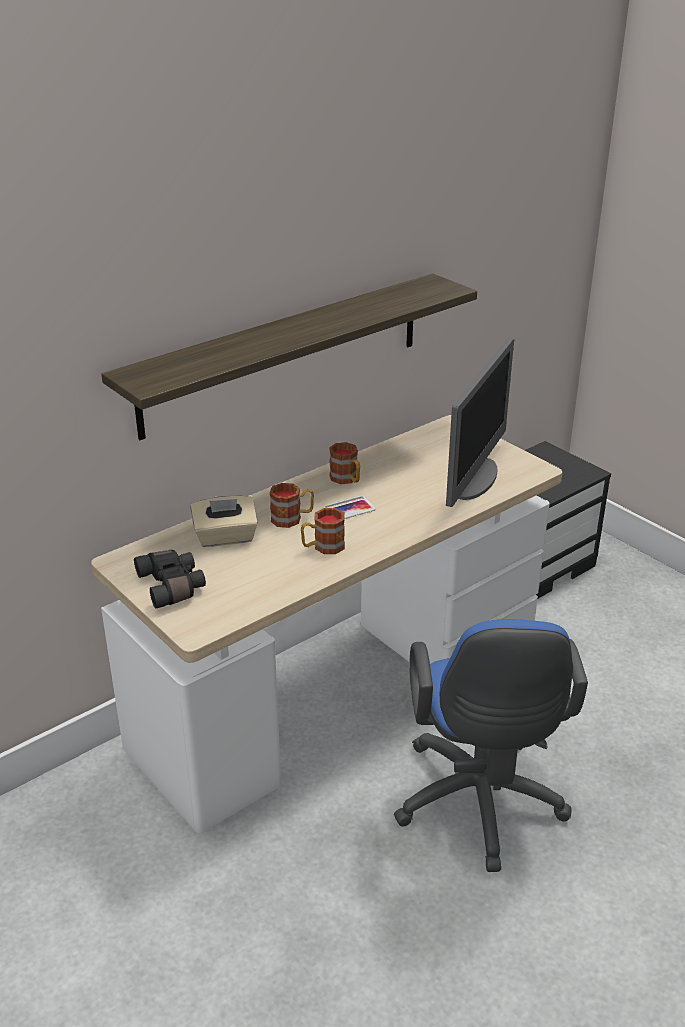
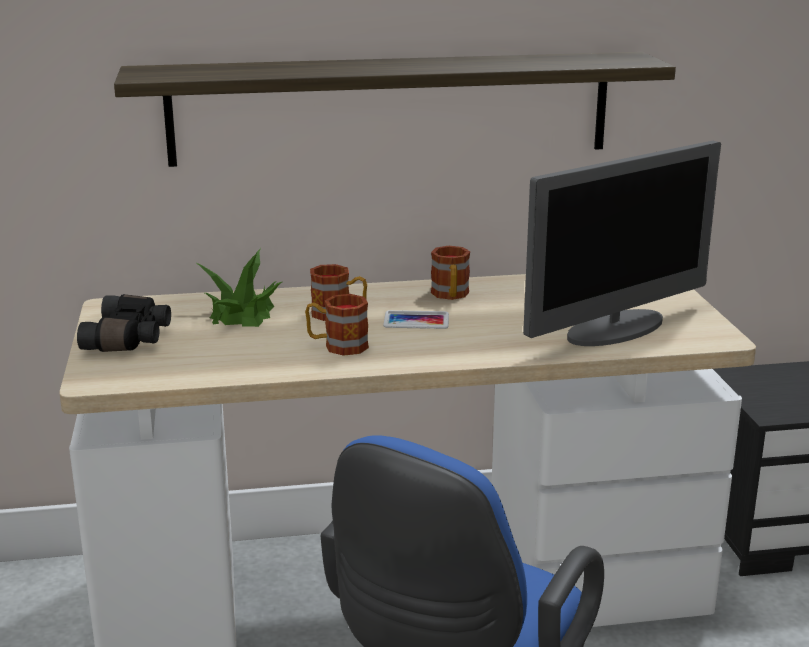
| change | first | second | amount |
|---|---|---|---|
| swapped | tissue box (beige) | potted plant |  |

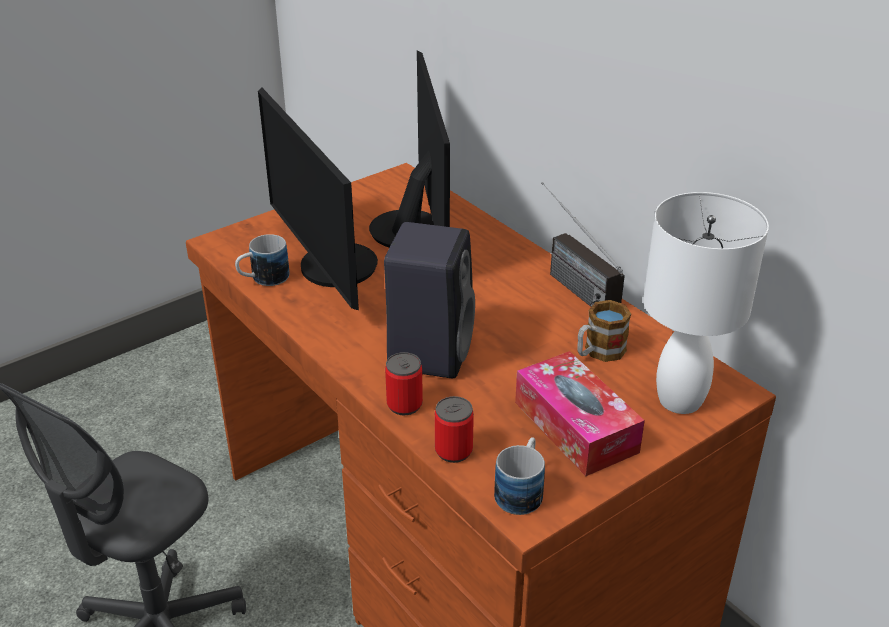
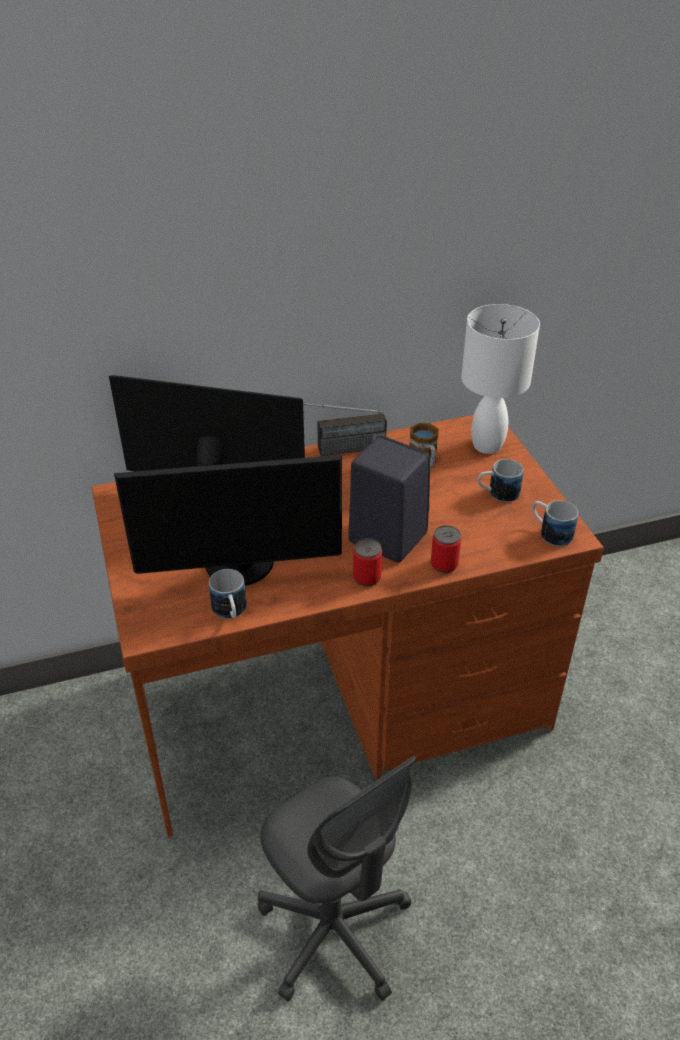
| change | first | second | amount |
|---|---|---|---|
| swapped | tissue box | mug (no. 3 from left) |  |
| shifted | can (no. 2 from left in the first image) | can (no. 1 from left) |  |

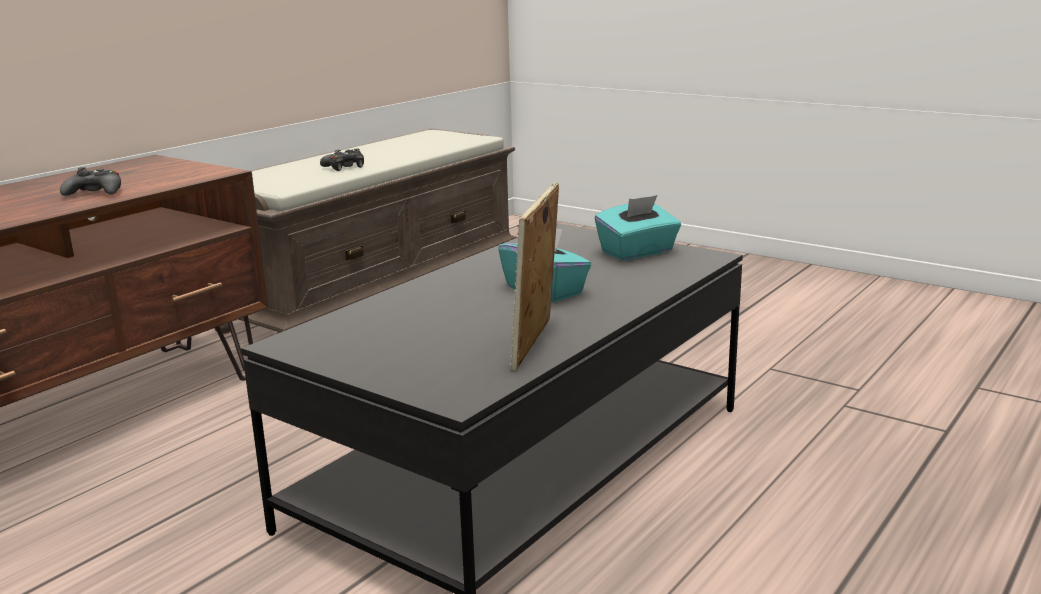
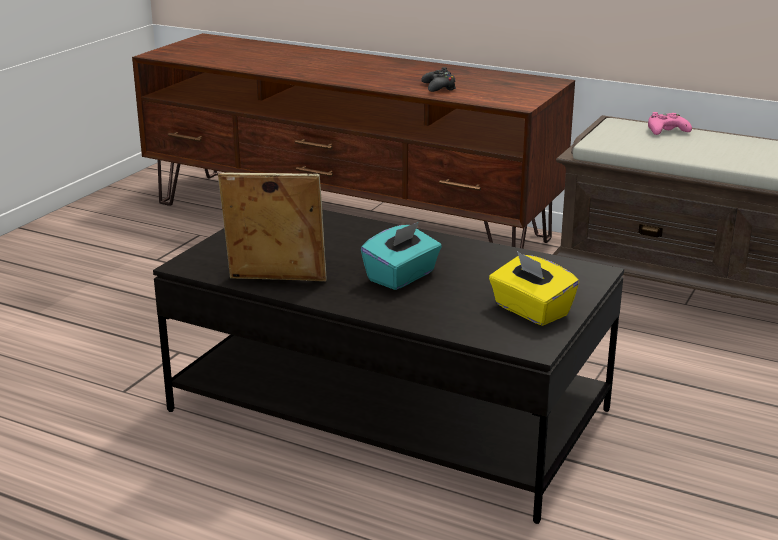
| change | first | second | amount |
|---|---|---|---|
| gone | game controller (black) (no. 2 from left) |  |  |
| repainted | tissue box (turquoise) (no. 2 from left) | tissue box (yellow) |  |
| new |  | game controller (pink) |  |

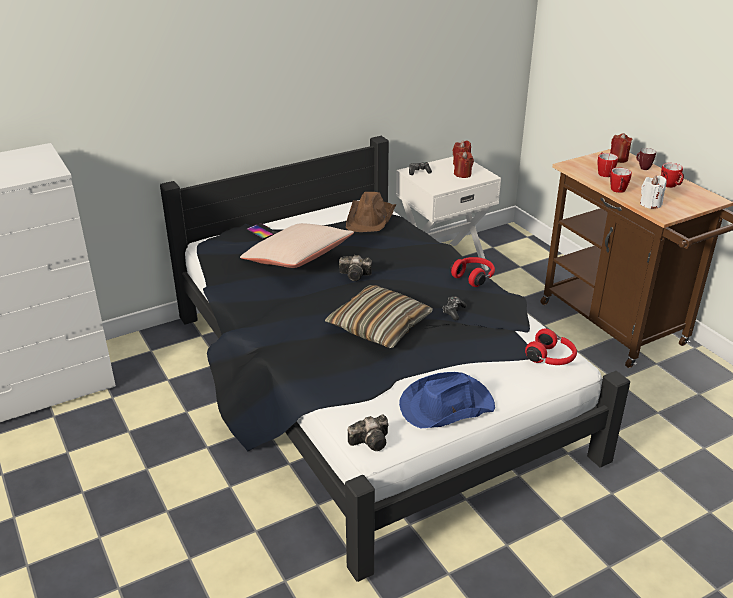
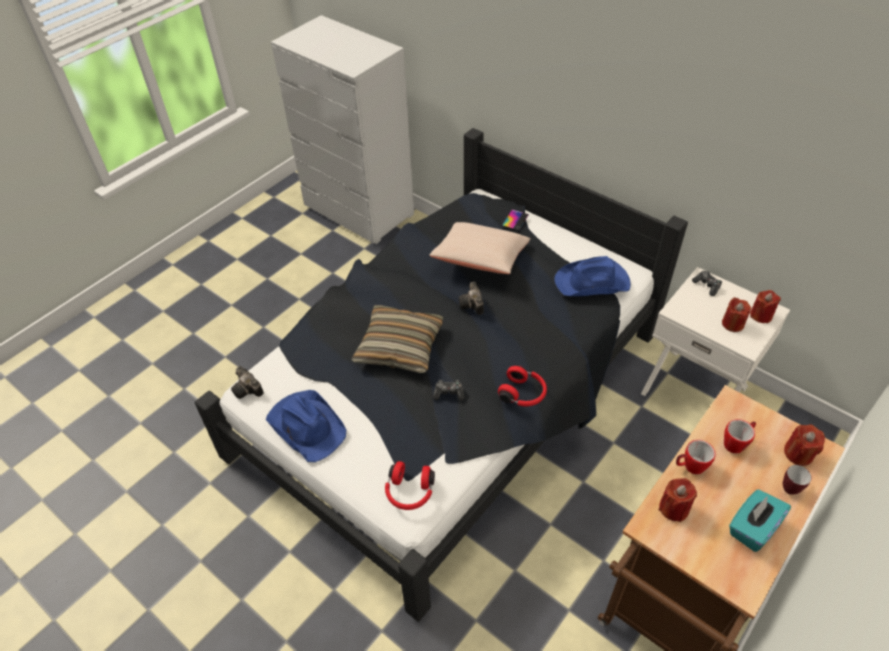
| change | first | second | amount |
|---|---|---|---|
| swapped | mug (no. 4 from left) | tissue box (turquoise) |  |
| repainted | candle (white) | candle (red) (no. 1 from left) |  |
| repainted | hat (brown) | hat (blue) (no. 2 from left) |  |

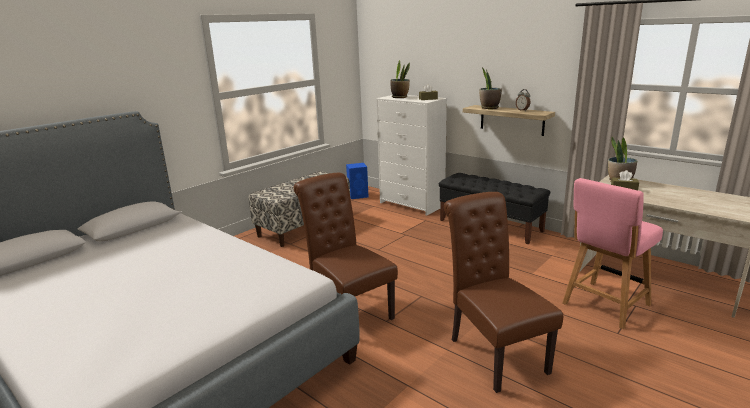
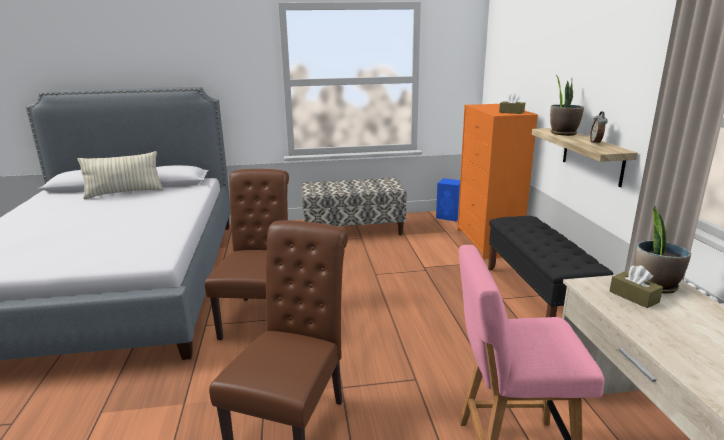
| change | first | second | amount |
|---|---|---|---|
| gone | potted plant (no. 1 from left) |  |  |
| repainted | dresser (white) | dresser (orange) |  |
| new |  | pillow |  |

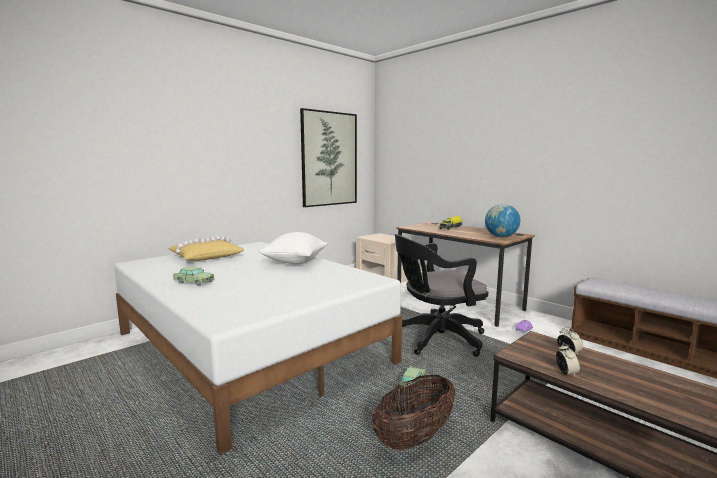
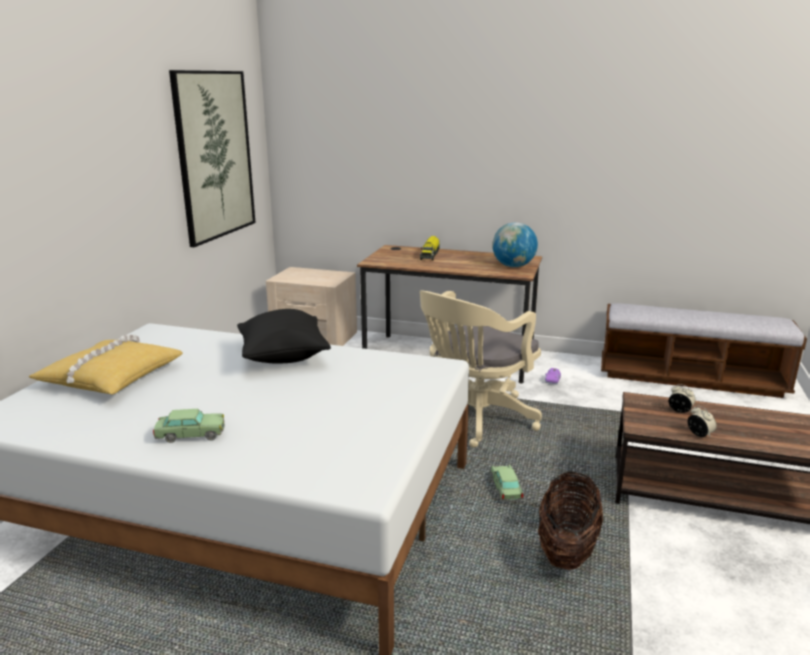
| change | first | second | amount |
|---|---|---|---|
| repainted | pillow (white) | pillow (black) |  |
| repainted | office chair (black) | office chair (beige) |  |

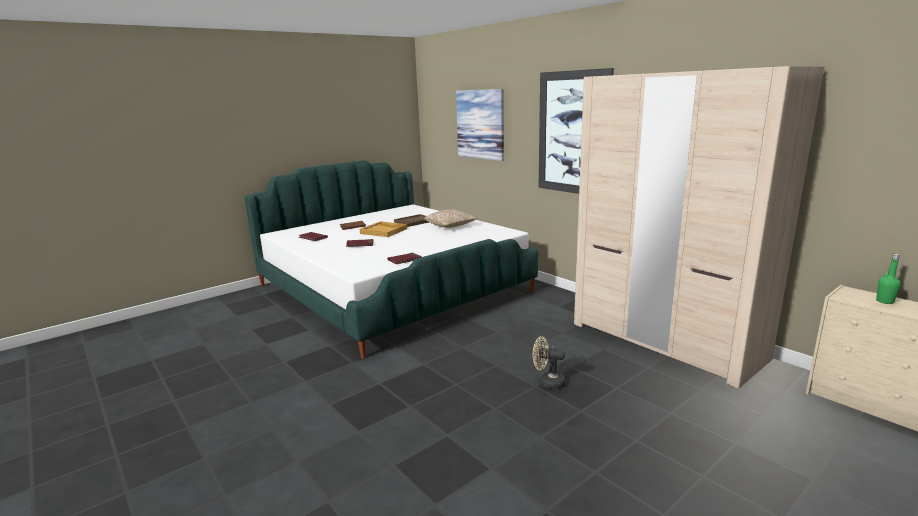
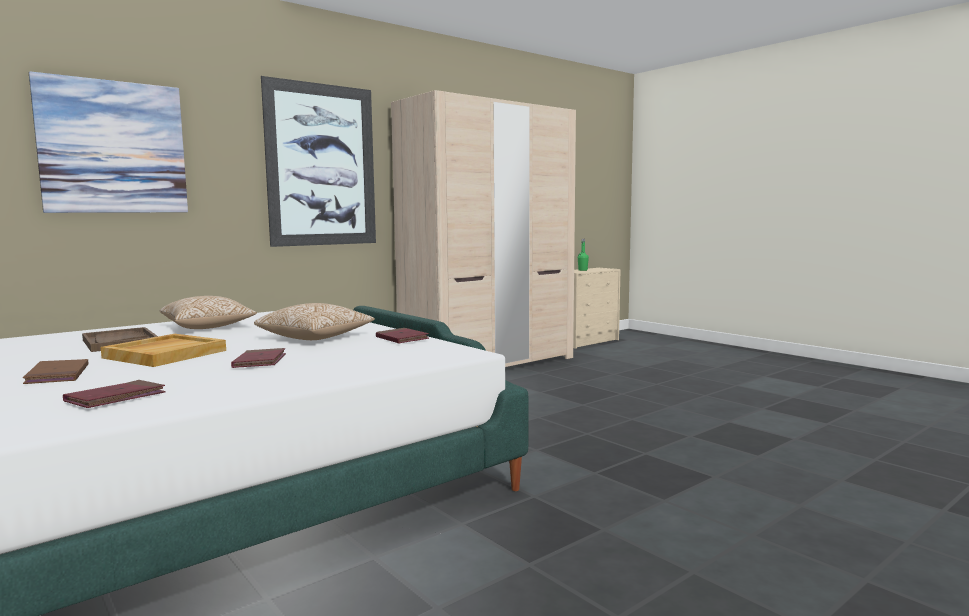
| change | first | second | amount |
|---|---|---|---|
| gone | fan (beige) |  |  |
| new |  | pillow (no. 2 from left) |  |

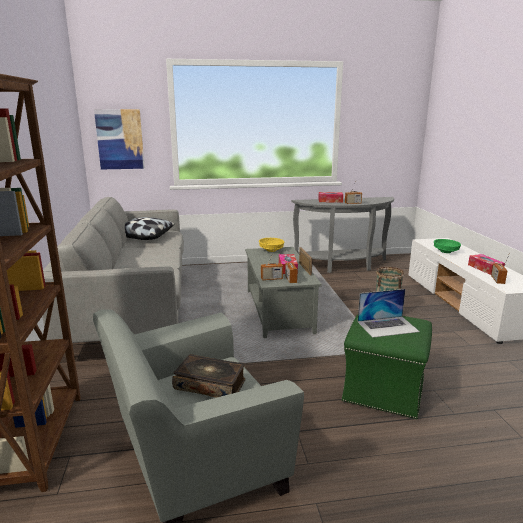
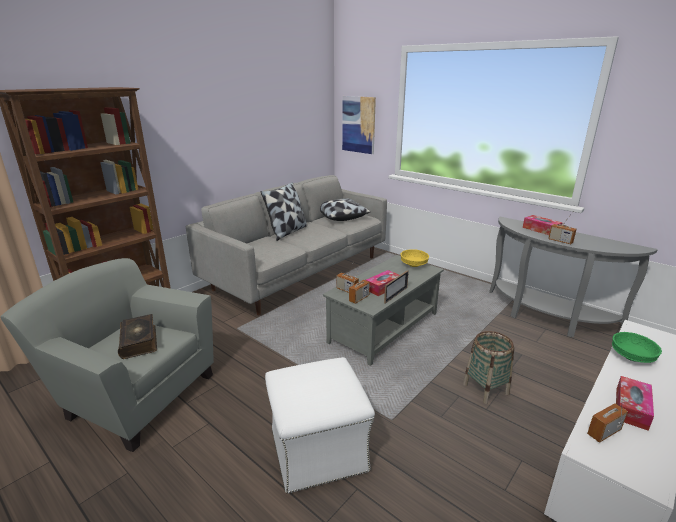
| change | first | second | amount |
|---|---|---|---|
| gone | laptop |  |  |
| repainted | ottoman (green) | ottoman (white) |  |
| new |  | pillow (no. 1 from left) |  |

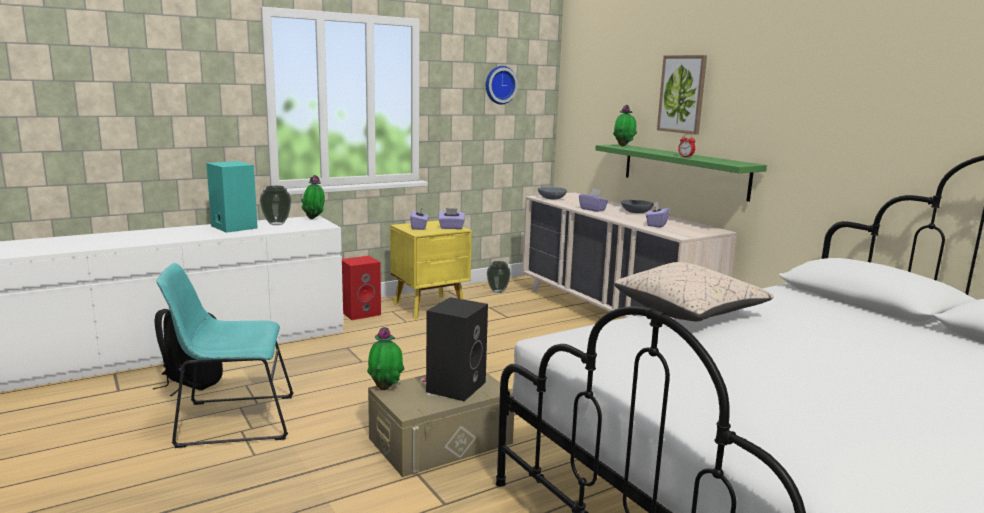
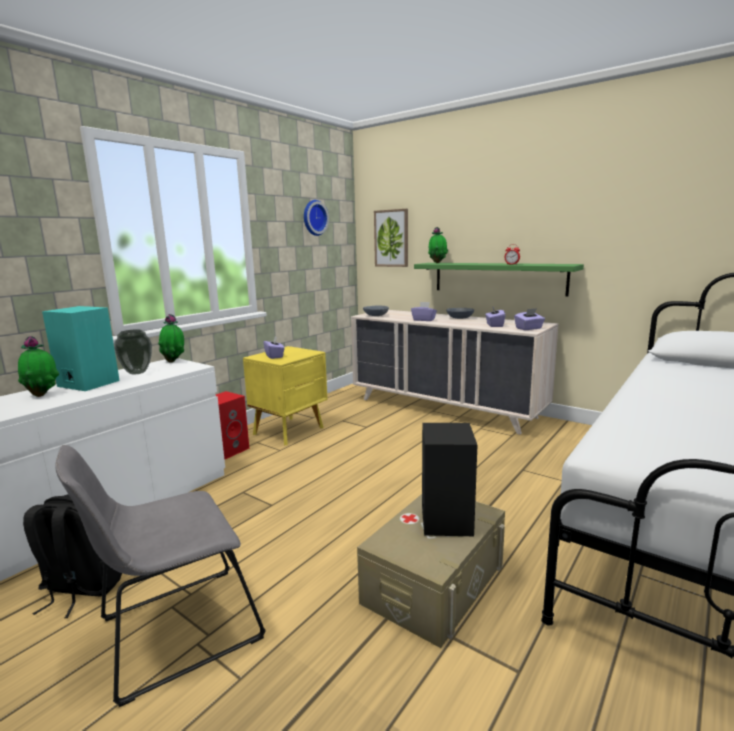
| change | first | second | amount |
|---|---|---|---|
| shifted | picture |  |  |
| shifted | tissue box (purple) (no. 2 from left in the first image) | tissue box (purple) (no. 4 from left) |  |
| gone | vase (no. 2 from left) |  |  |
| gone | pillow (beige) |  |  |
| repainted | chair (turquoise) | chair (grey) |  |
| shifted | potted plant (no. 2 from left in the first image) | potted plant (no. 1 from left) |  |

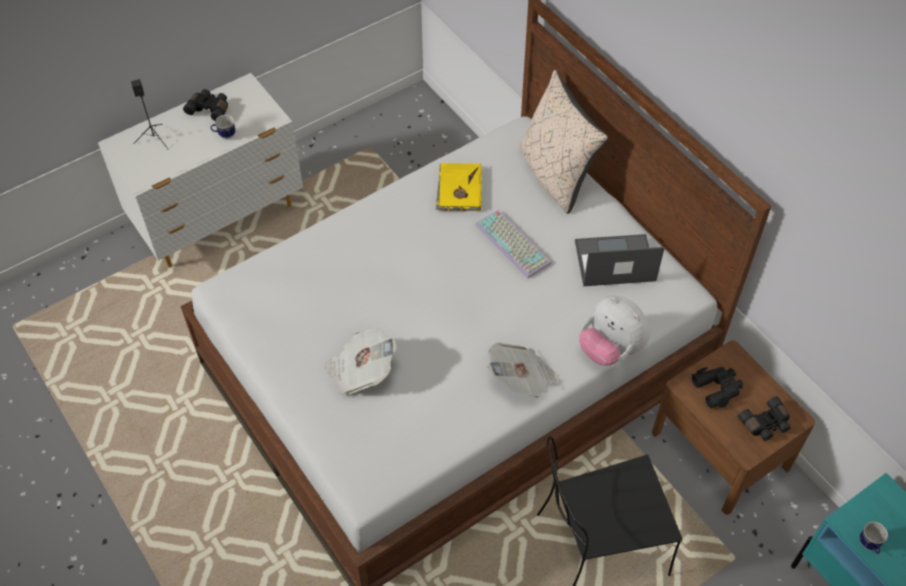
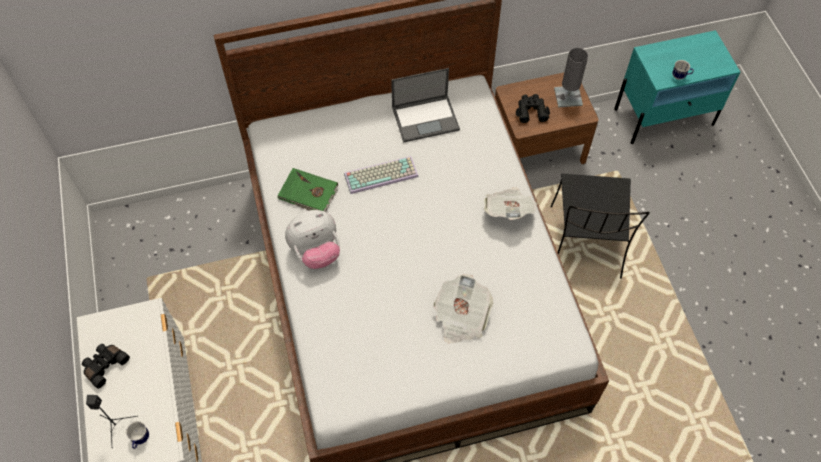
| change | first | second | amount |
|---|---|---|---|
| gone | pillow (beige) |  |  |
| shifted | mug (no. 1 from left) |  |  |
| repainted | book (yellow) | book (green) |  |
| rotated | laptop |  | 120 degrees counterclockwise |
| shifted | plush toy |  |  |
| swapped | binoculars (black) (no. 3 from left) | table lamp (grey) |  |

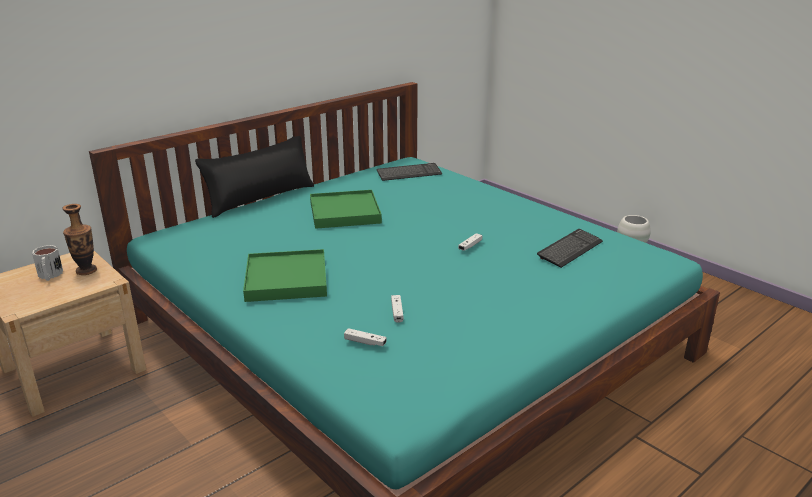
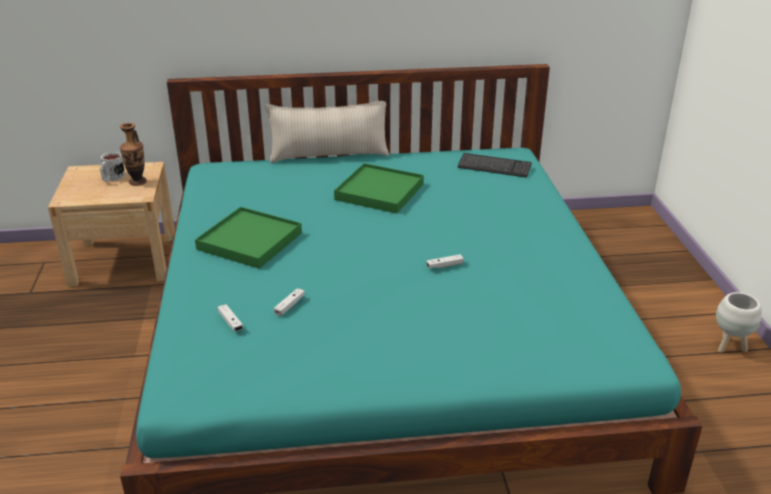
| change | first | second | amount |
|---|---|---|---|
| repainted | pillow (black) | pillow (beige) |  |
| gone | keyboard (no. 2 from left) |  |  |

